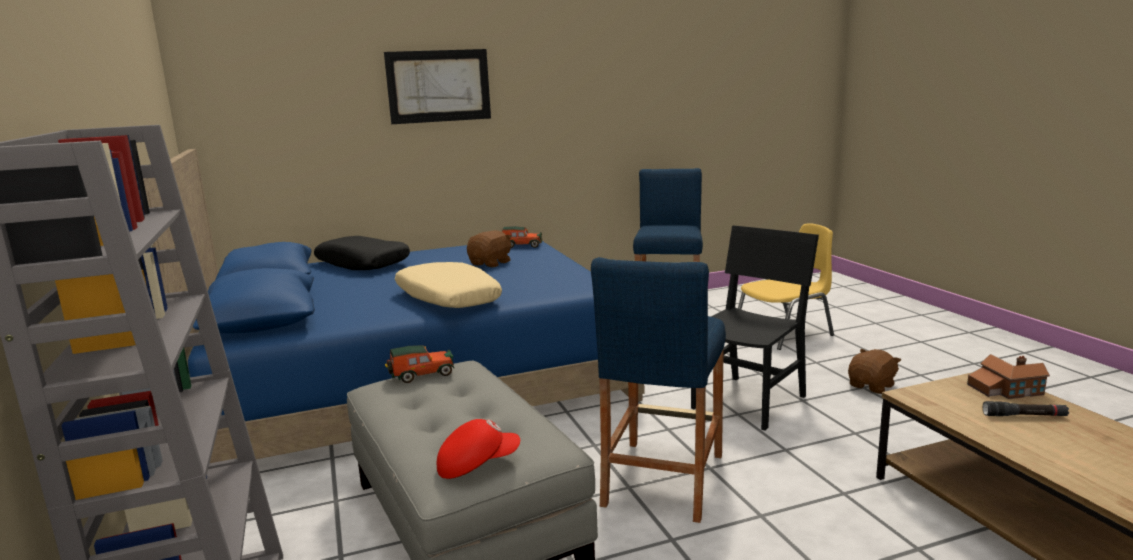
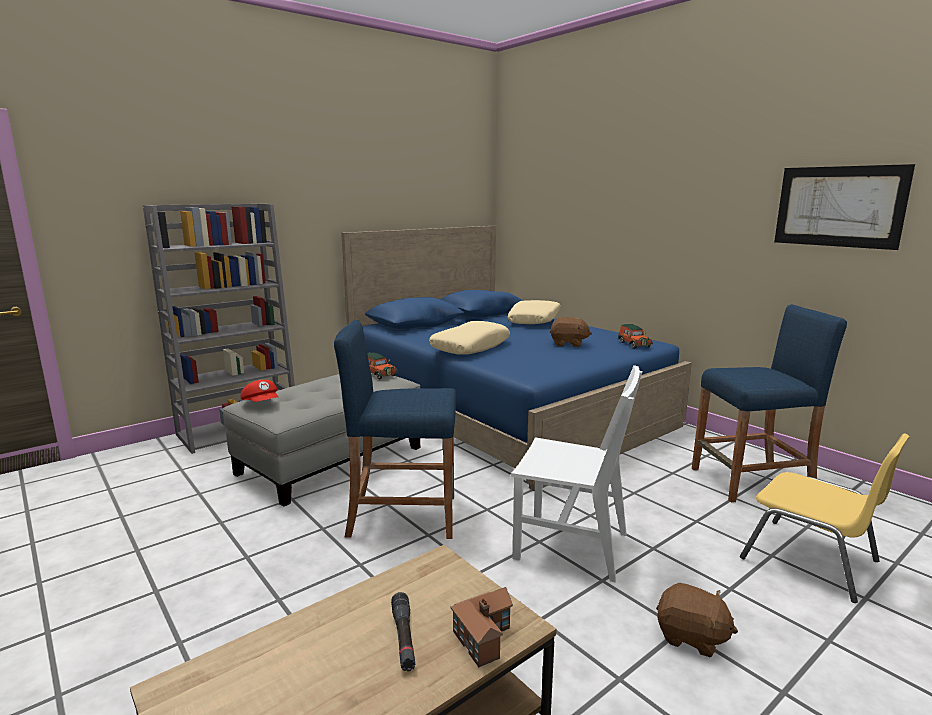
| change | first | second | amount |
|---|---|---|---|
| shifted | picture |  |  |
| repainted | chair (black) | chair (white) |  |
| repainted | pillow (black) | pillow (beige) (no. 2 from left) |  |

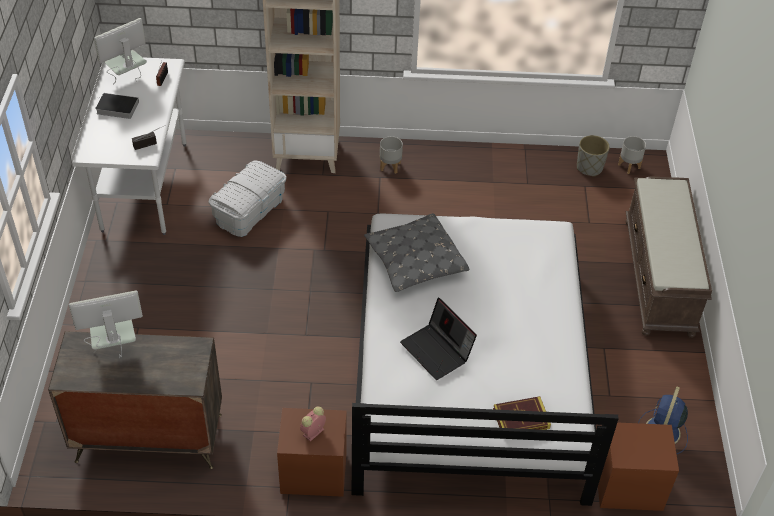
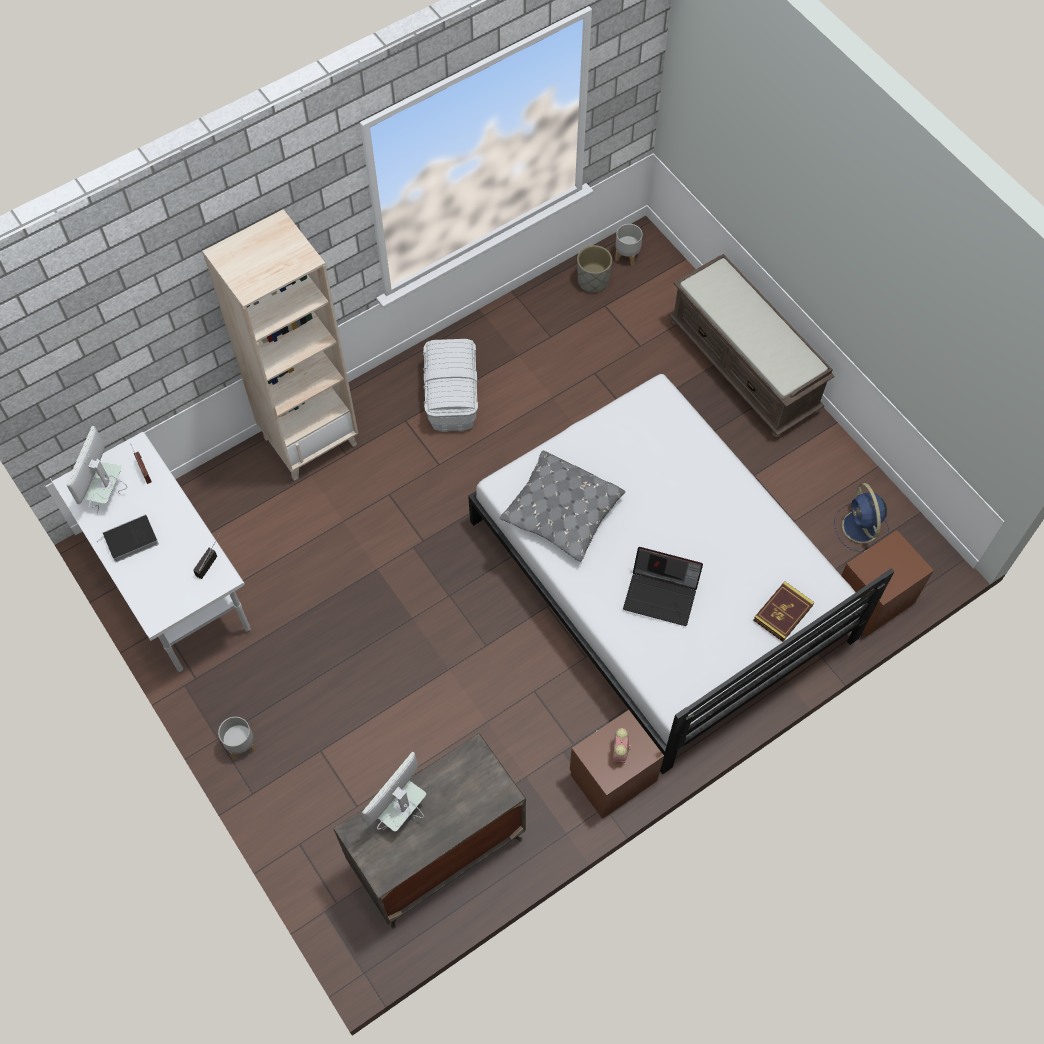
| change | first | second | amount |
|---|---|---|---|
| shifted | planter (grey) (no. 1 from left) |  |  |
| shifted | storage box (white) |  |  |

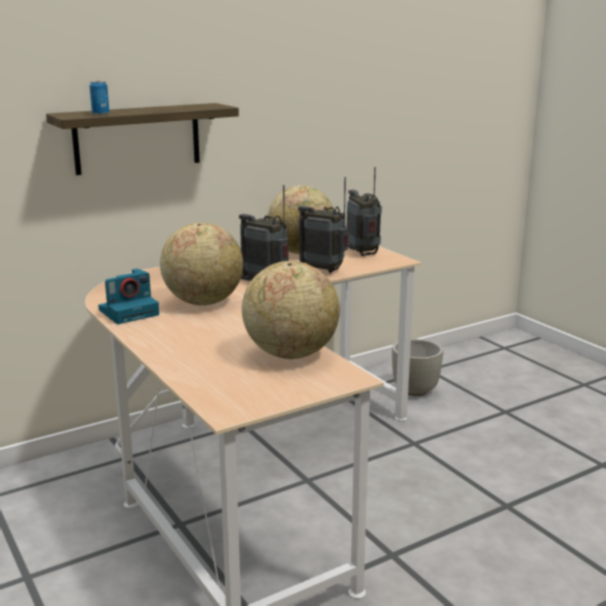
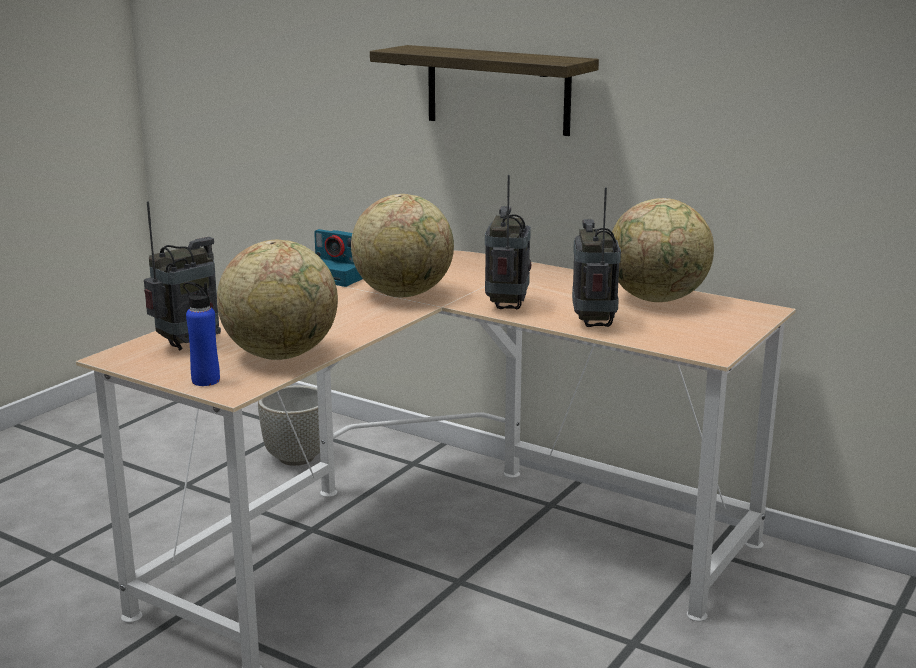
| change | first | second | amount |
|---|---|---|---|
| gone | can |  |  |
| shifted | radio (no. 3 from left in the first image) | radio (no. 1 from left) |  |
| shifted | planter (grey) |  |  |
| new |  | bottle (blue) |  |

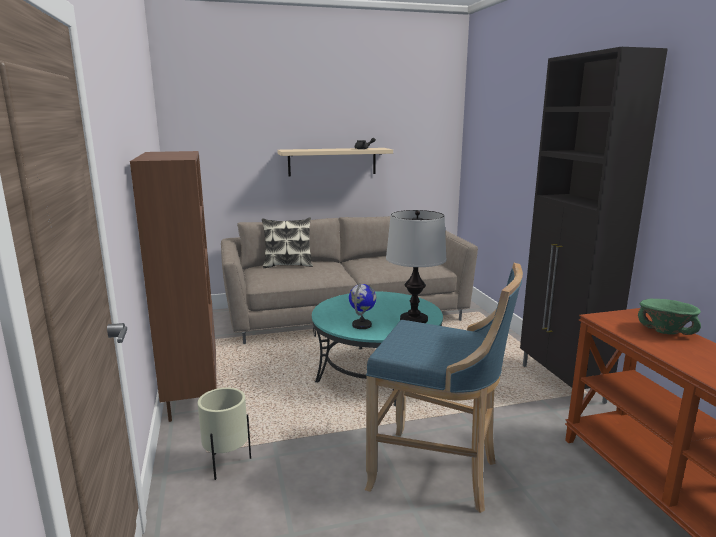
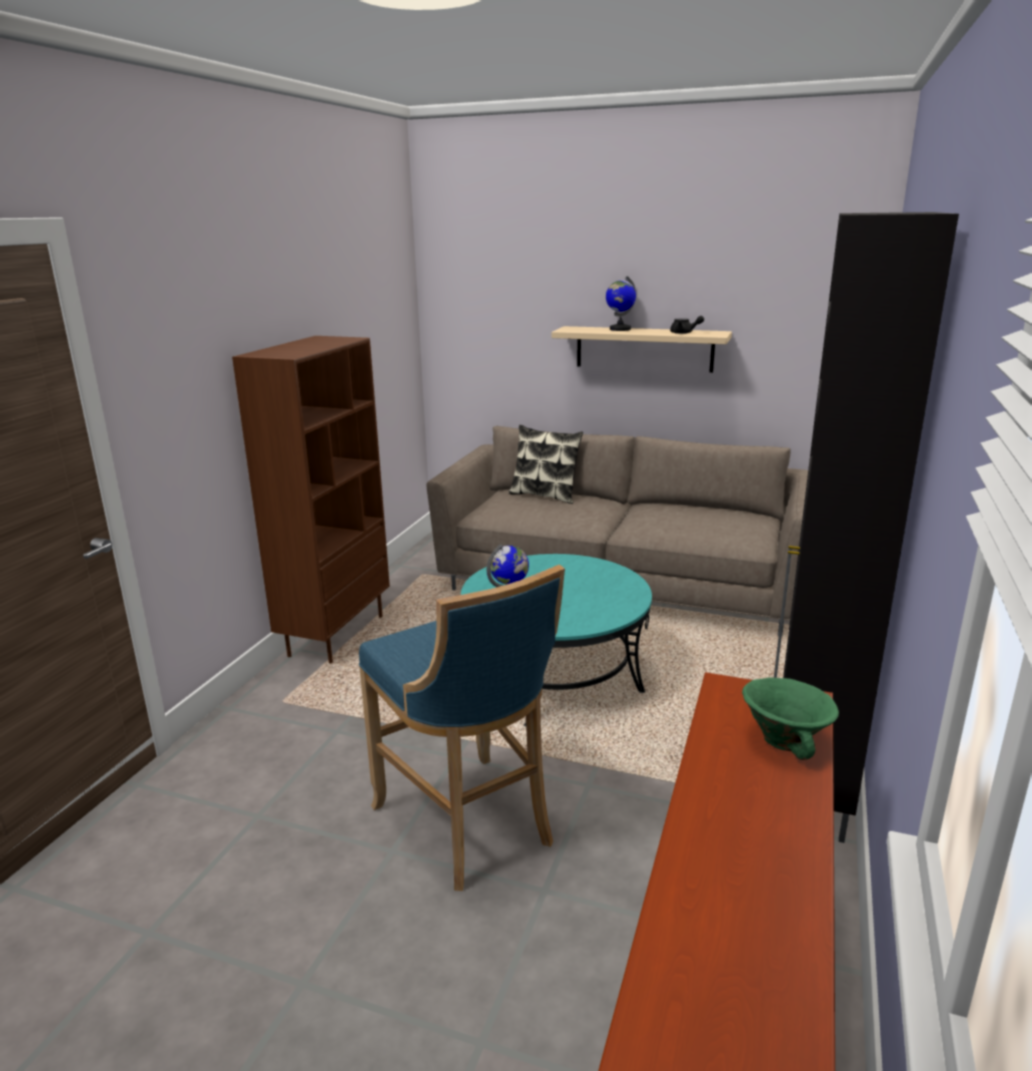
| change | first | second | amount |
|---|---|---|---|
| gone | table lamp |  |  |
| gone | planter (beige) |  |  |
| new |  | globe (no. 2 from left) |  |

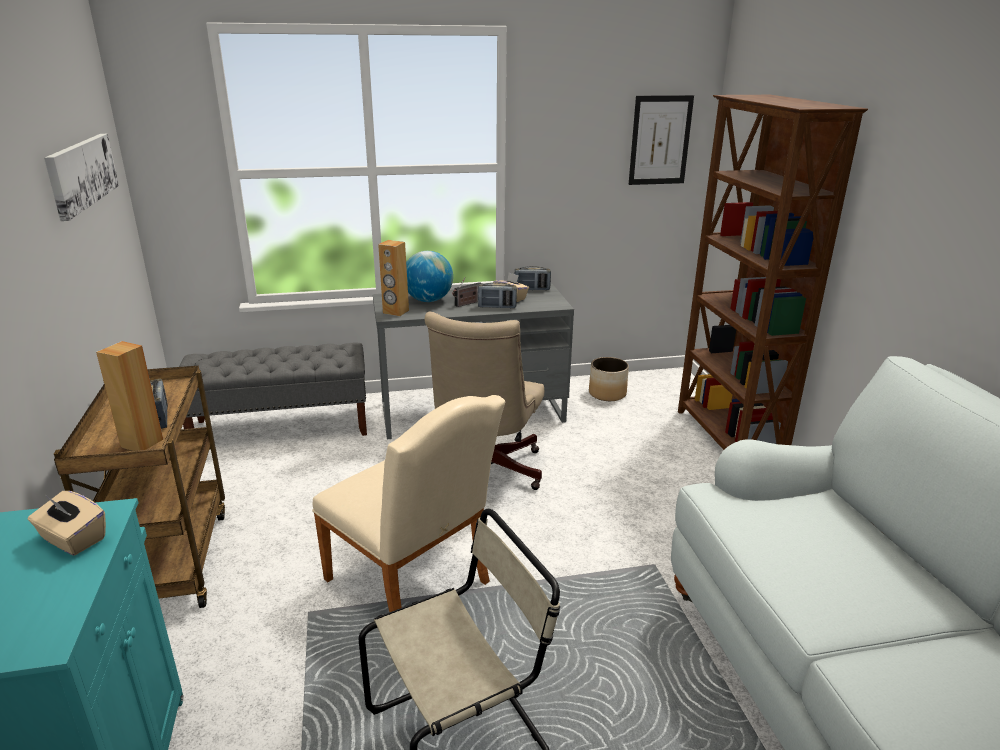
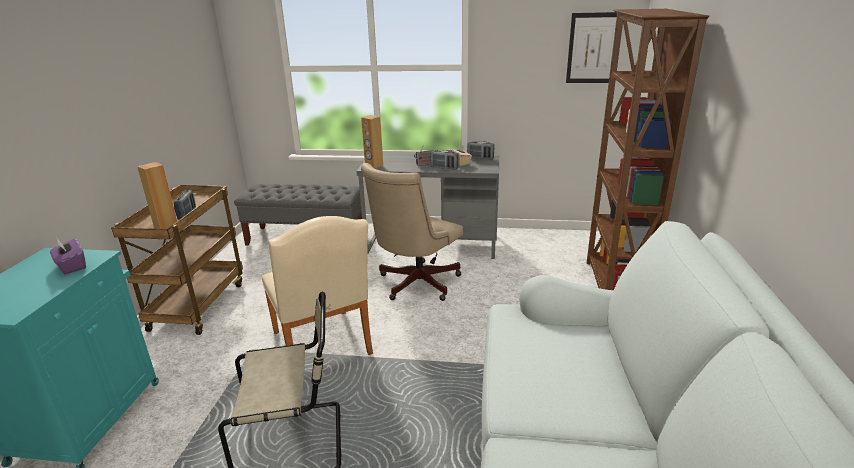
| change | first | second | amount |
|---|---|---|---|
| gone | picture (no. 1 from left) |  |  |
| gone | globe |  |  |
| gone | planter |  |  |
| repainted | tissue box (beige) (no. 1 from left) | tissue box (purple) |  |

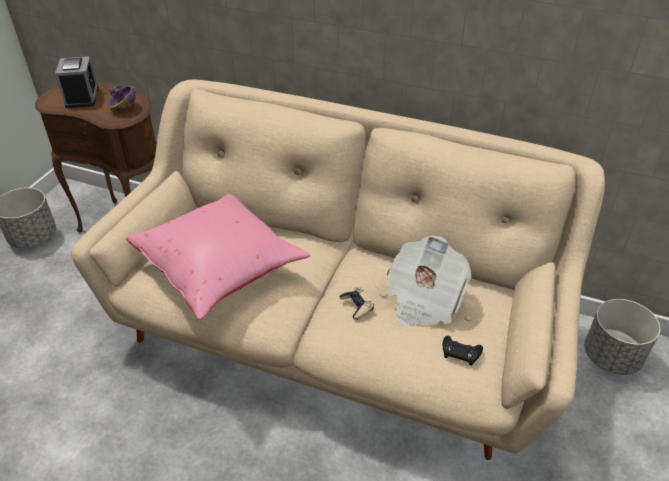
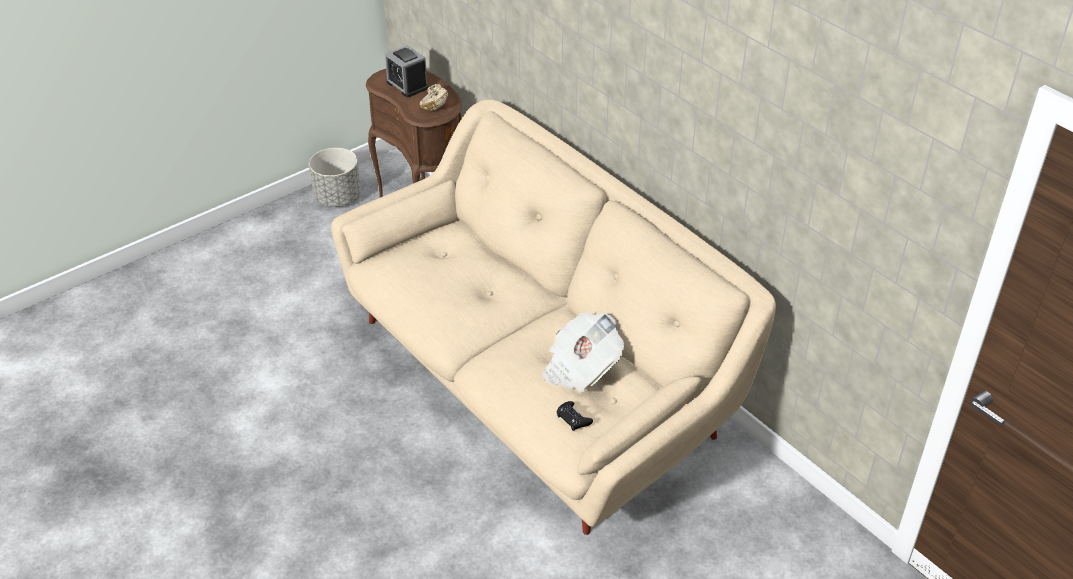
| change | first | second | amount |
|---|---|---|---|
| rotated | alarm clock |  | 120 degrees clockwise |
| repainted | bowl (purple) | bowl (beige) |  |
| gone | pillow (pink) |  |  |
| gone | game controller (beige) |  |  |
| gone | planter (grey) (no. 2 from left) |  |  |

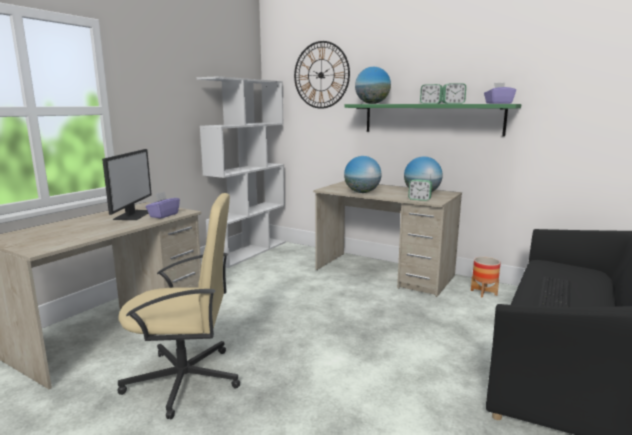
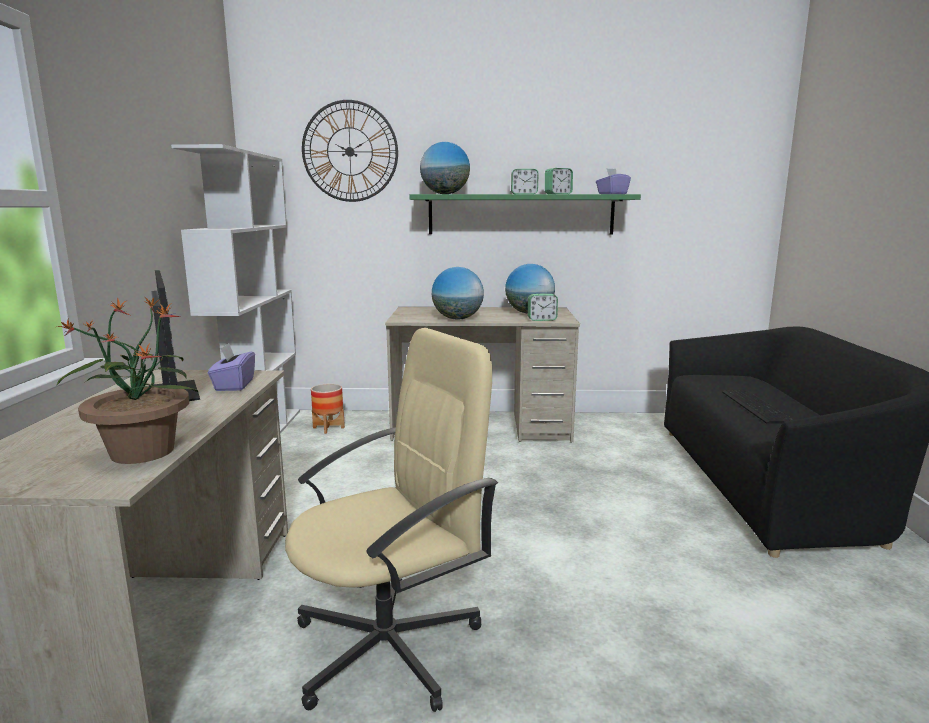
| change | first | second | amount |
|---|---|---|---|
| shifted | planter |  |  |
| new |  | potted plant |  |

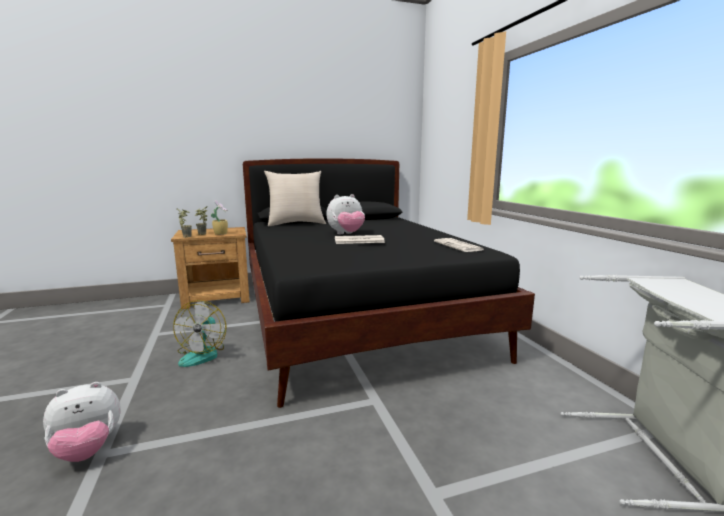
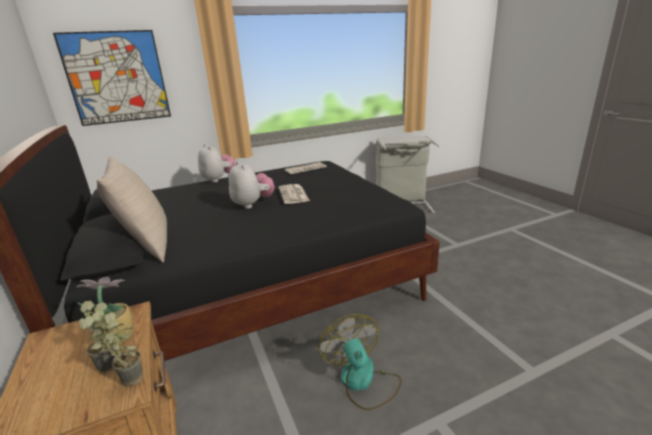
| change | first | second | amount |
|---|---|---|---|
| rotated | fan |  | 105 degrees counterclockwise |
| shifted | plush toy (no. 1 from left) |  |  |
| new |  | picture |  |

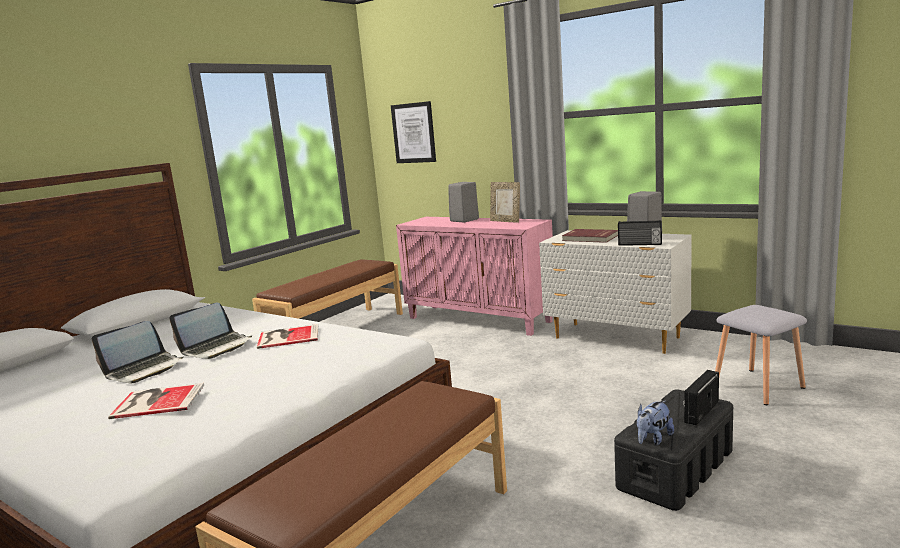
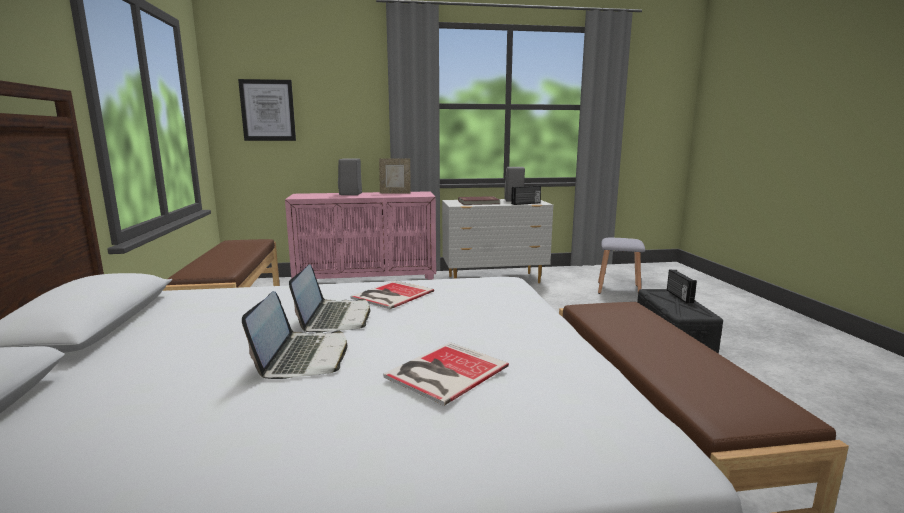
| change | first | second | amount |
|---|---|---|---|
| gone | plush toy |  |  |

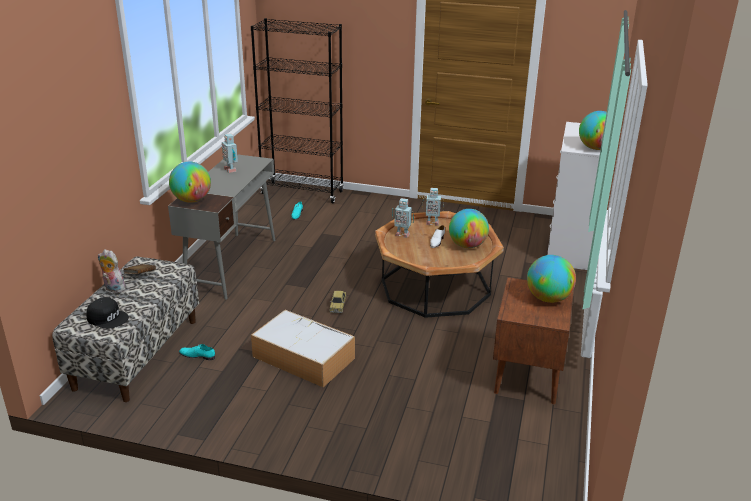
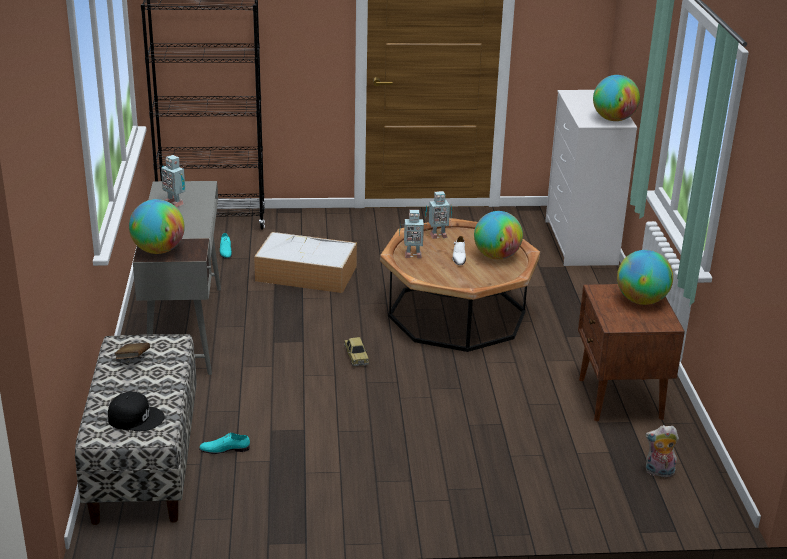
| change | first | second | amount |
|---|---|---|---|
| shifted | plush toy |  |  |
| shifted | storage box |  |  |

